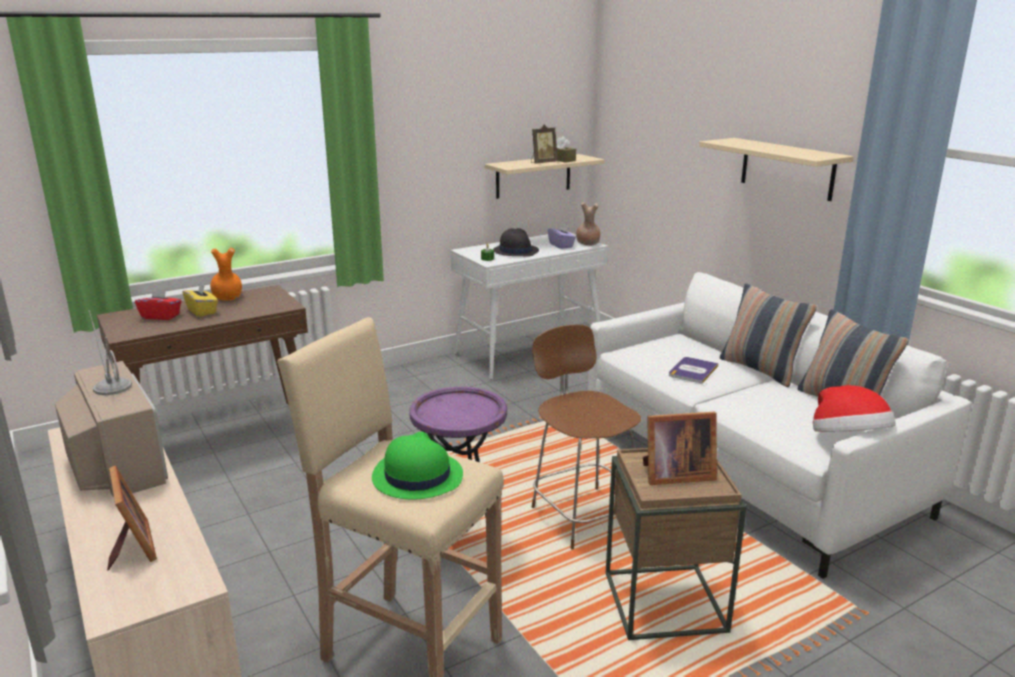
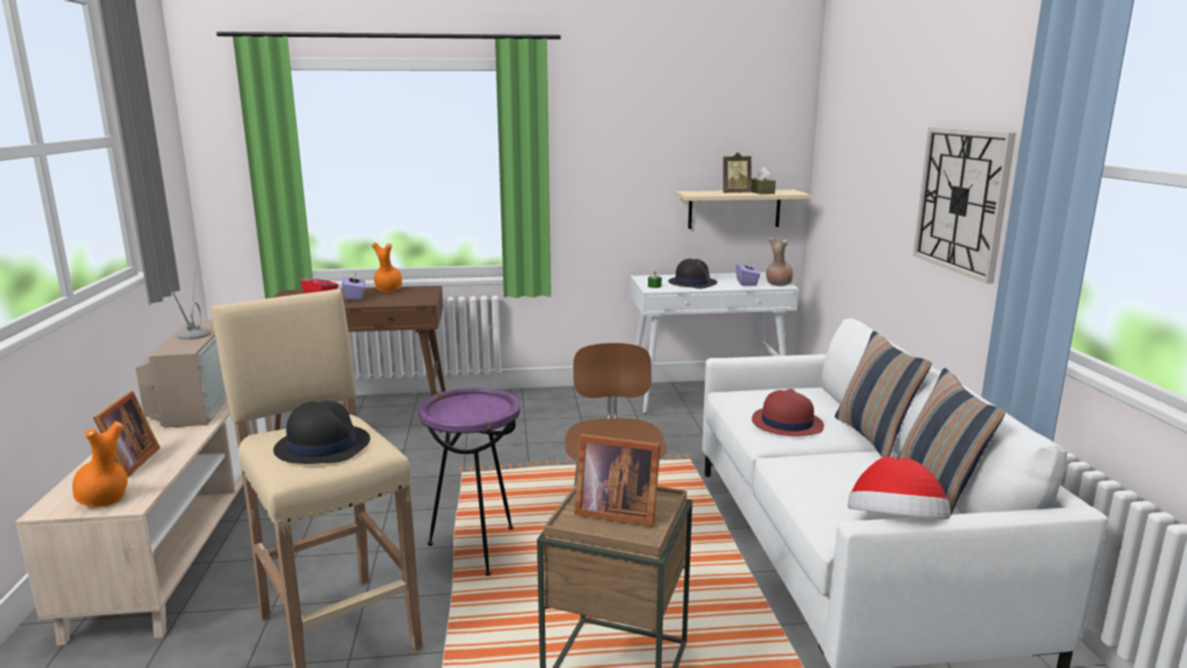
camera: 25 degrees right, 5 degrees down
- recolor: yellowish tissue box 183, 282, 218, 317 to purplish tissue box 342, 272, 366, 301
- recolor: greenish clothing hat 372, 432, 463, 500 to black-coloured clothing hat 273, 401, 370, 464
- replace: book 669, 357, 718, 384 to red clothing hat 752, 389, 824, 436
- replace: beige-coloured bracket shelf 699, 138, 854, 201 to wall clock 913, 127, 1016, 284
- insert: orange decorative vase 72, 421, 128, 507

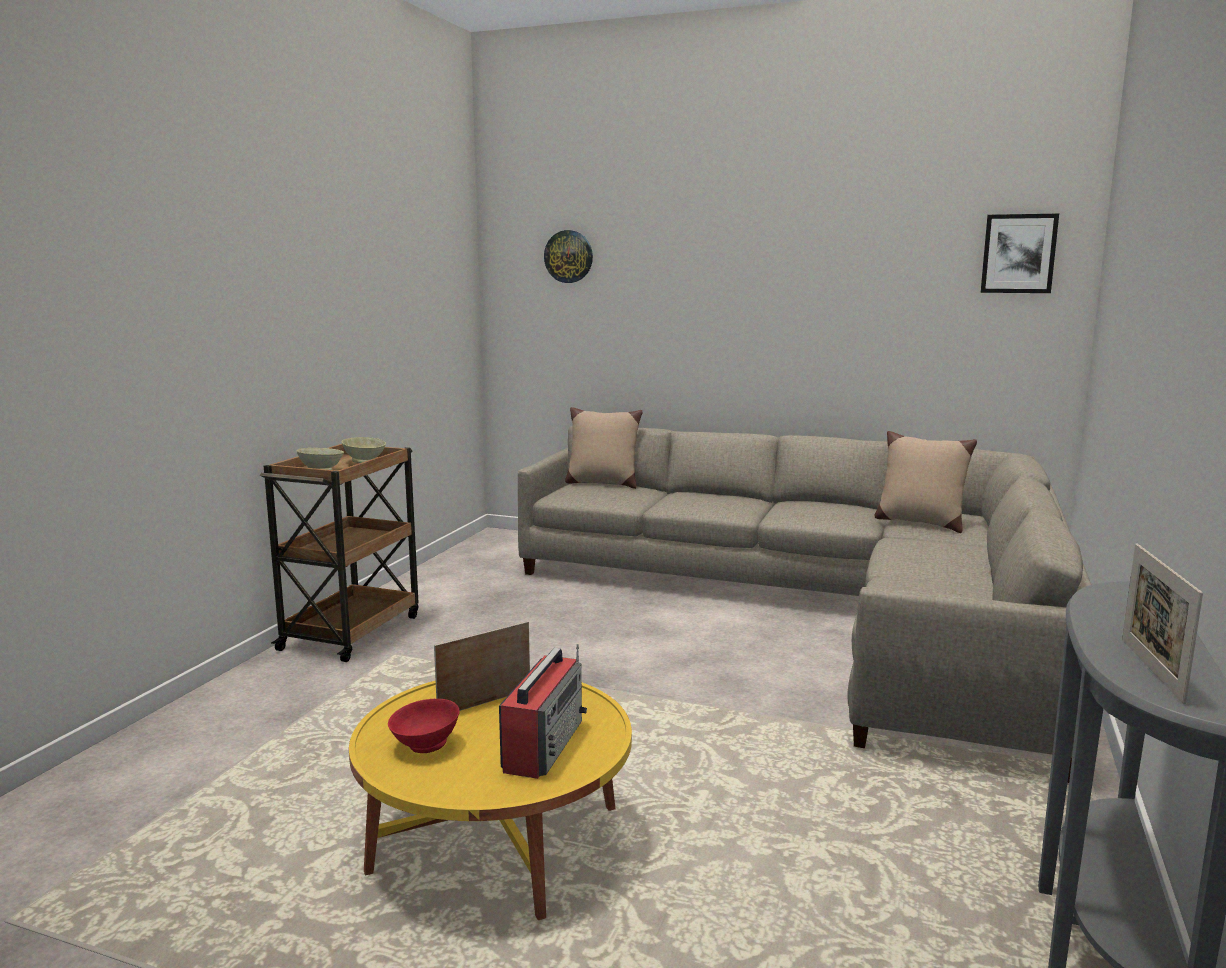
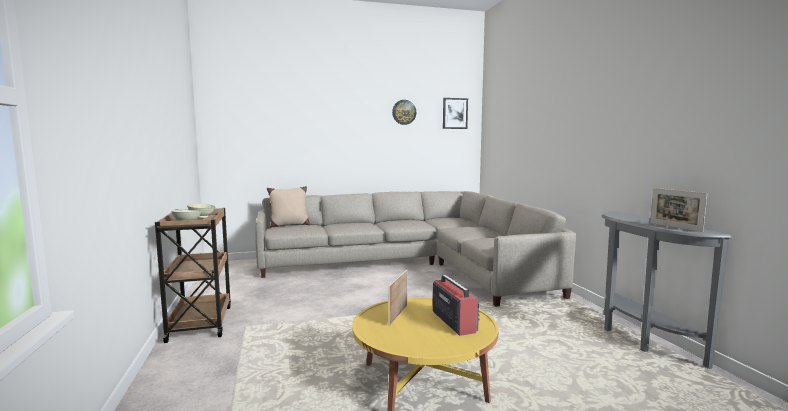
camera: 35 degrees left, 5 degrees down
- delete: red serving bowl 388, 699, 460, 753
- move: wall clock 544, 230, 593, 283 to 392, 100, 416, 125
- delete: beige-coloured throw pillow 875, 431, 977, 533

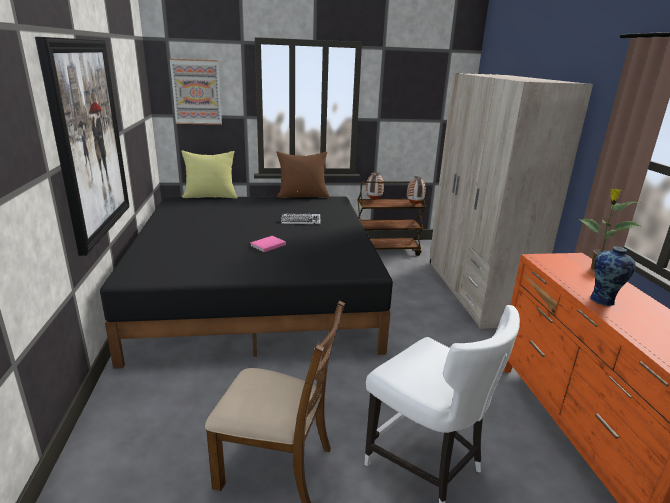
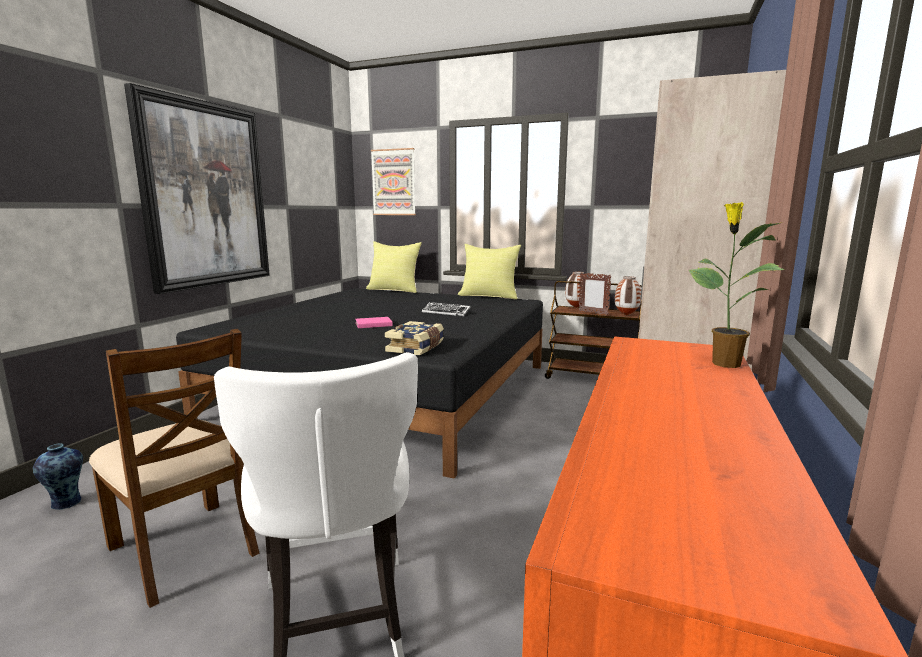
camera: 30 degrees right, 10 degrees down
- recolor: brown throw pillow 276, 151, 330, 198 to yellowish throw pillow 458, 244, 521, 300
- move: decorative vase 590, 246, 635, 306 to 33, 443, 83, 510
- insert: book 385, 321, 444, 355
- insert: picture frame 579, 273, 612, 315

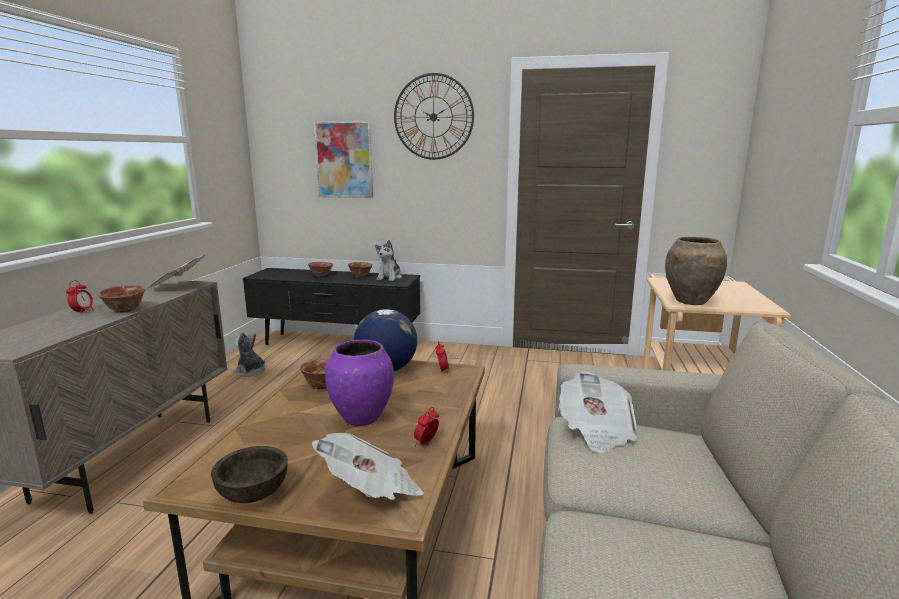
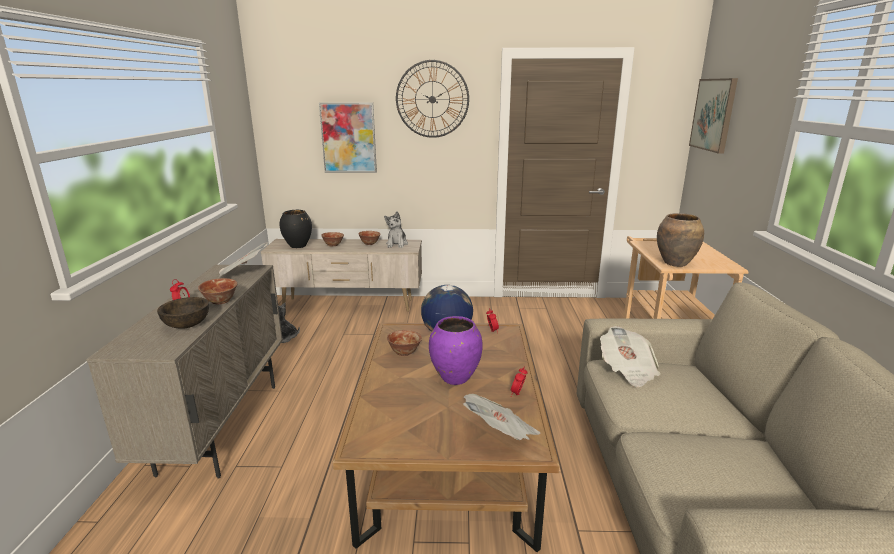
camera: 10 degrees left, 5 degrees up
- move: brown serving bowl 211, 446, 288, 503 to 157, 297, 209, 329
- recolor: black-coloured media console 243, 268, 420, 345 to beige-coloured media console 261, 239, 422, 312
- insert: black-coloured decorative vase 280, 210, 312, 248
- insert: wall art 689, 78, 738, 154

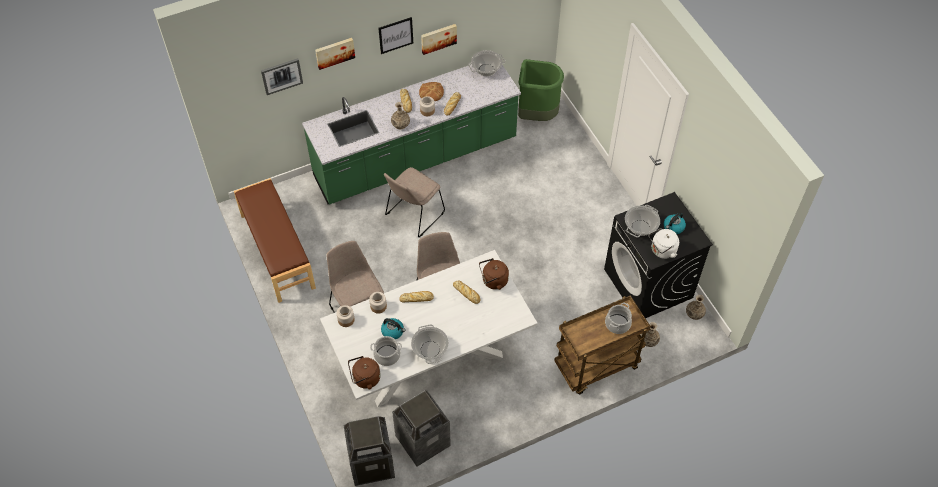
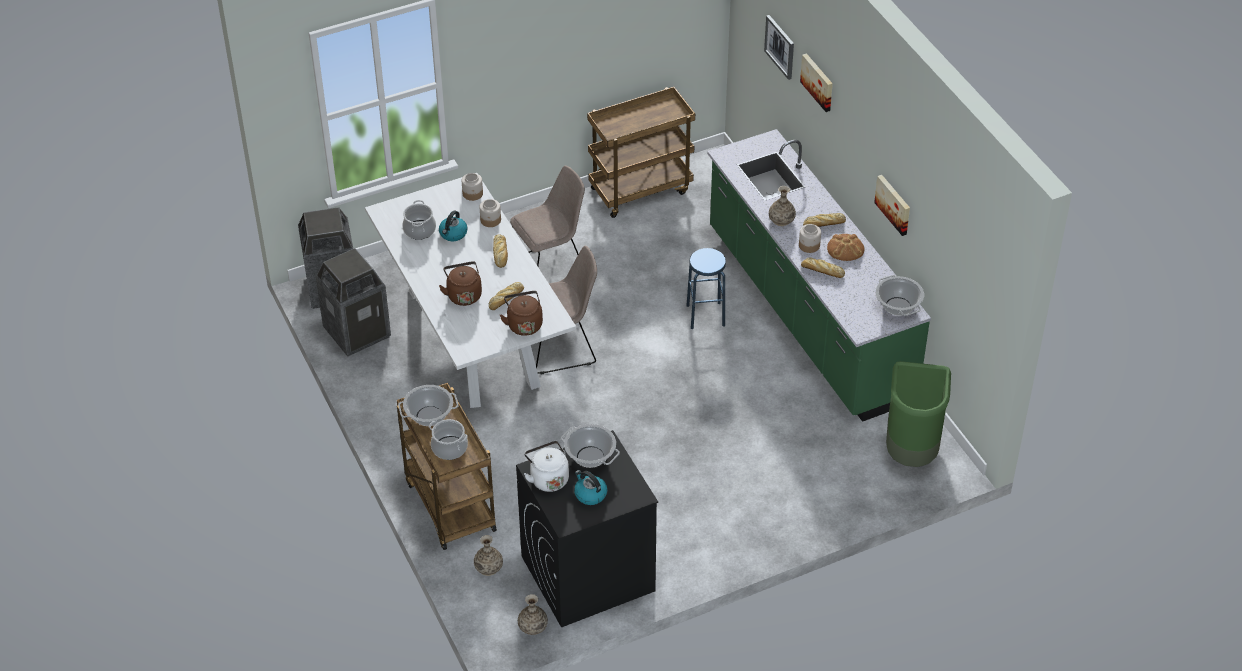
camera: 90 degrees right, 10 degrees down
- replace: brown long seat 234, 178, 316, 303 to brown wheeled cart 587, 87, 695, 218
- move: brown tea kettle 348, 356, 381, 390 to 439, 261, 482, 306
- delete: wall art 378, 17, 413, 54
- replace: beige-coloured chair 384, 167, 445, 237 to blue stool seat 686, 248, 726, 329
- move: cooking pot 411, 324, 449, 364 to 398, 385, 458, 426

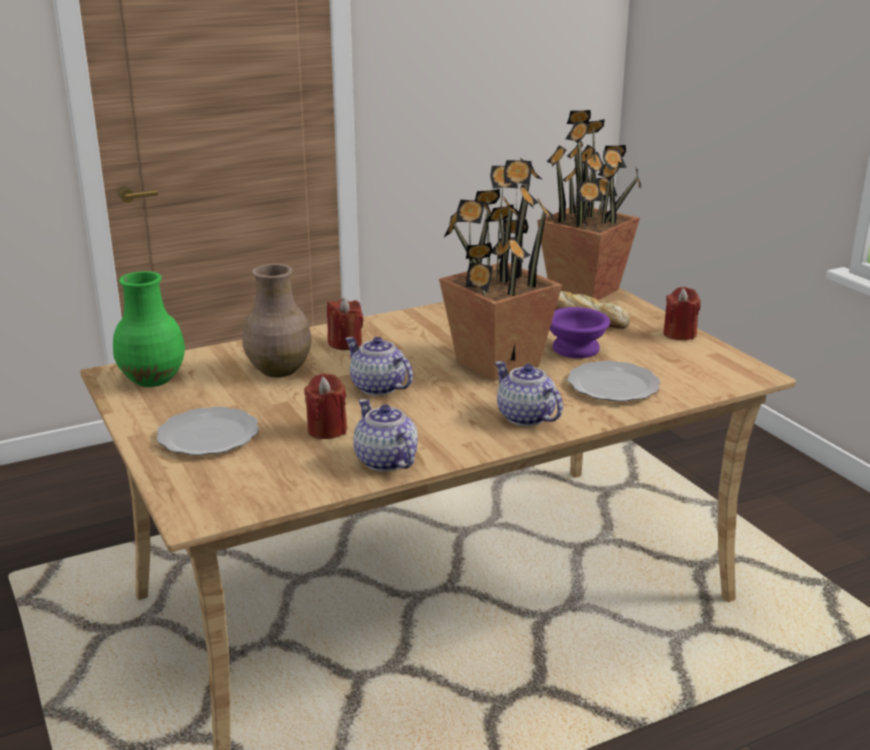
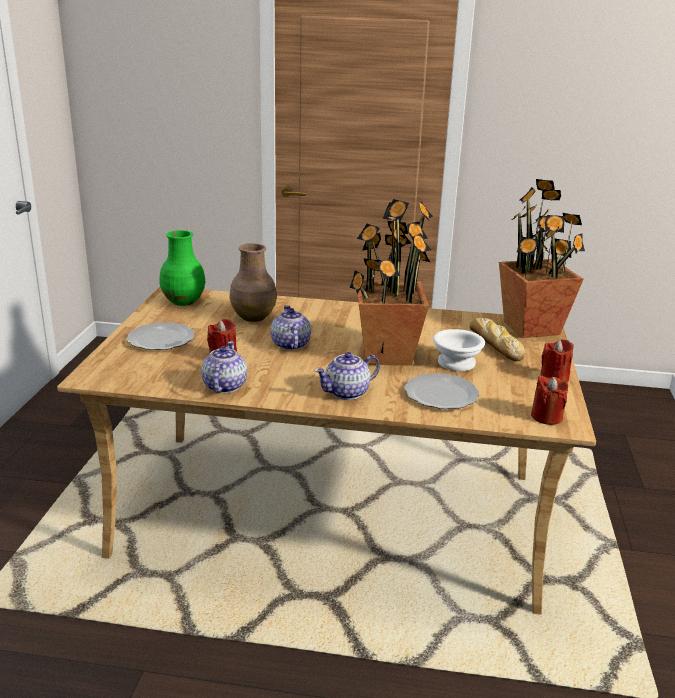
camera: 35 degrees right, 0 degrees up
- move: red wax candle 327, 298, 364, 350 to 531, 375, 568, 425
- rotate: pot for tea 495, 361, 563, 426 = 315, 352, 380, 400 120 degrees counterclockwise
- recolor: purplish serving bowl 550, 307, 610, 358 to white serving bowl 433, 329, 485, 371

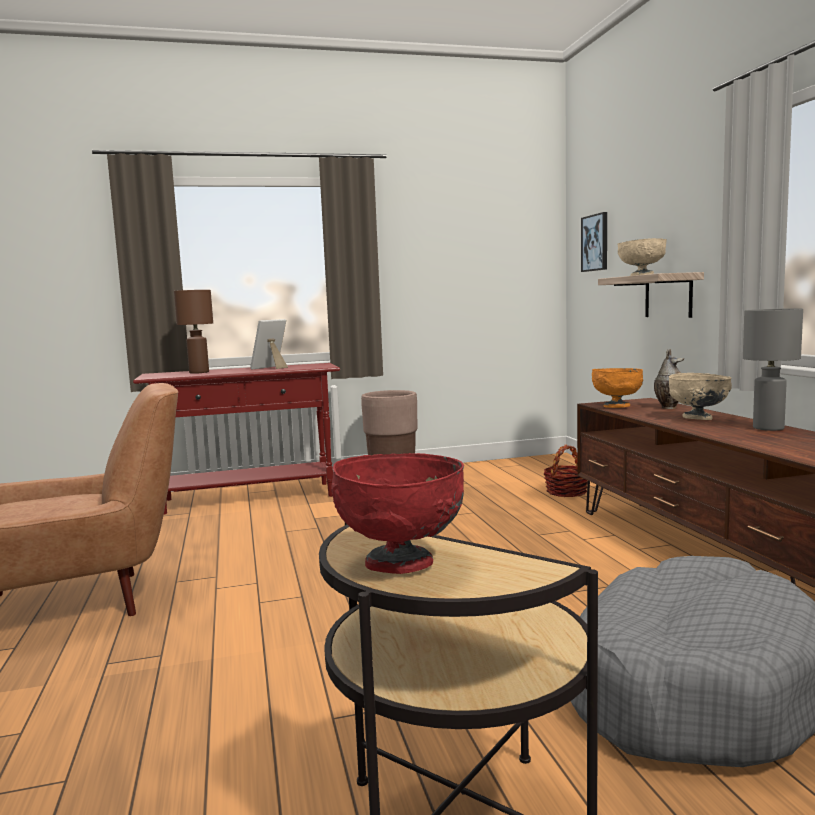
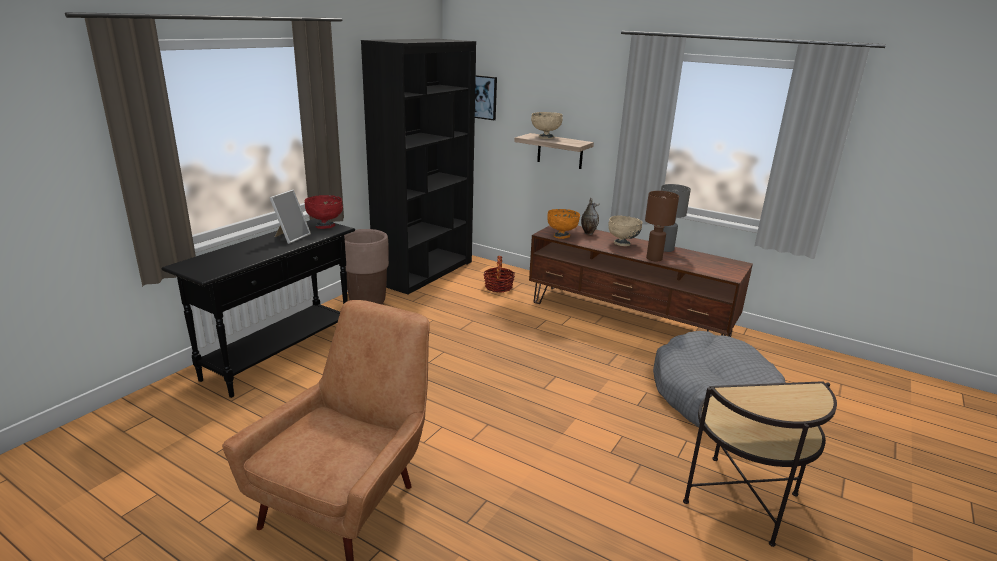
camera: 45 degrees left, 15 degrees up
- recolor: red hall table 133, 363, 340, 514 to black-coloured hall table 162, 219, 355, 398
- move: brown lamp for a table 174, 290, 213, 374 to 645, 191, 679, 261
- rotate: picture frame 250, 319, 288, 370 = 270, 190, 311, 244 150 degrees counterclockwise
- move: red serving bowl 331, 453, 464, 574 to 304, 195, 343, 229
- insert: black-coloured bookshelf 361, 39, 476, 294

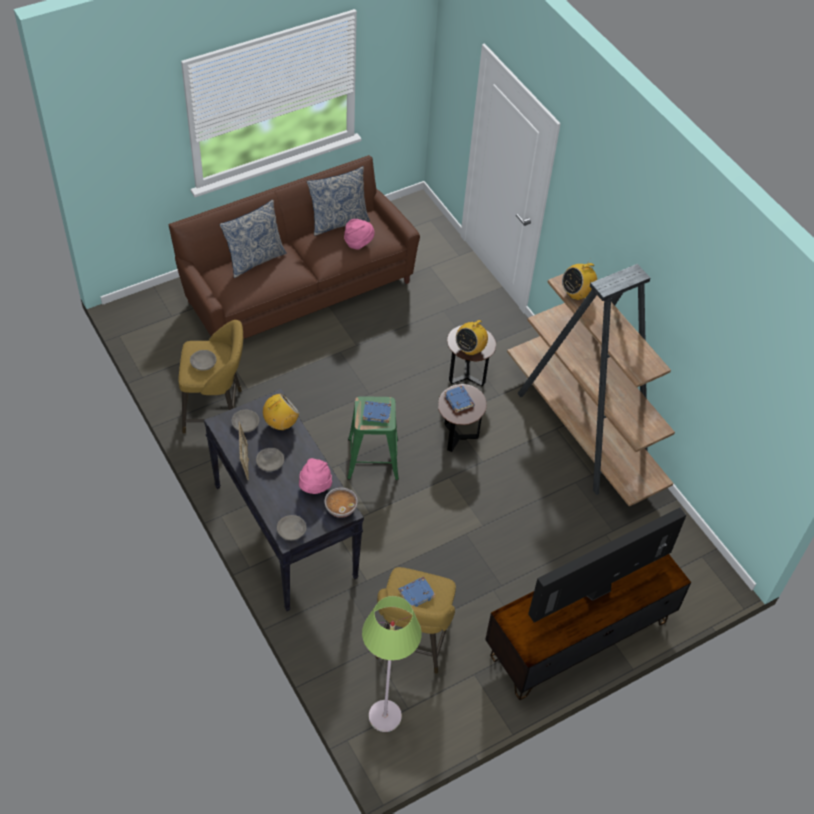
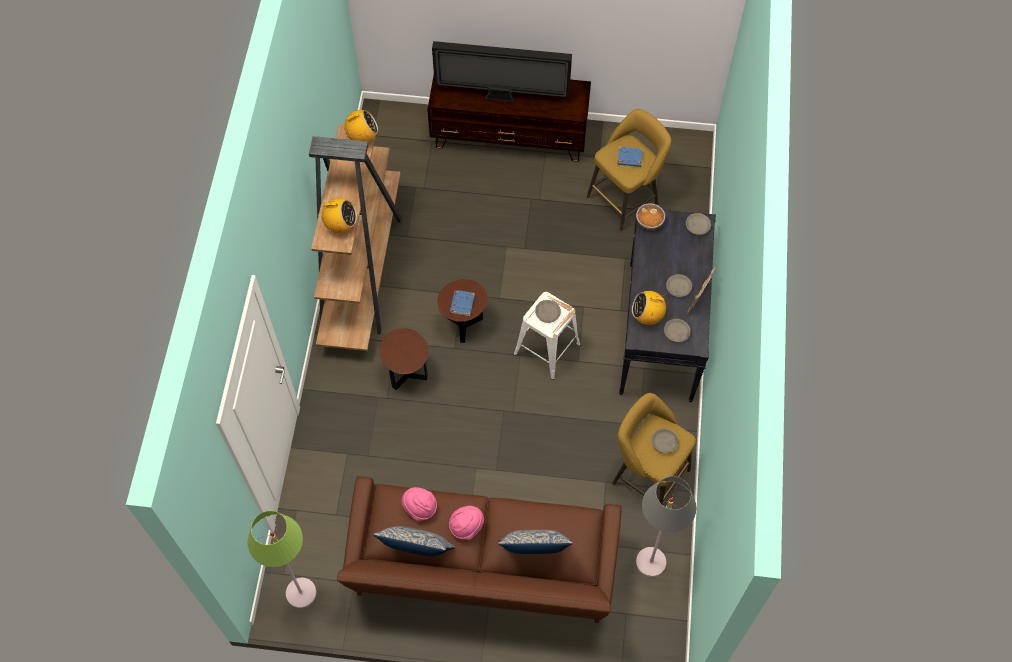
camera: 140 degrees left, 10 degrees up
- move: pink clothing hat 299, 458, 332, 494 to 449, 506, 484, 540
- recolor: greenish stool seat 347, 396, 399, 481 to white stool seat 514, 292, 580, 380
- move: greenish standing lamp 362, 596, 422, 732 to 248, 511, 316, 608
- replace: blue book 363, 401, 391, 423 to grey serving bowl 535, 300, 561, 323
- move: radio 456, 318, 488, 355 to 344, 110, 378, 142
- insert: grey standing lamp 636, 476, 696, 577

